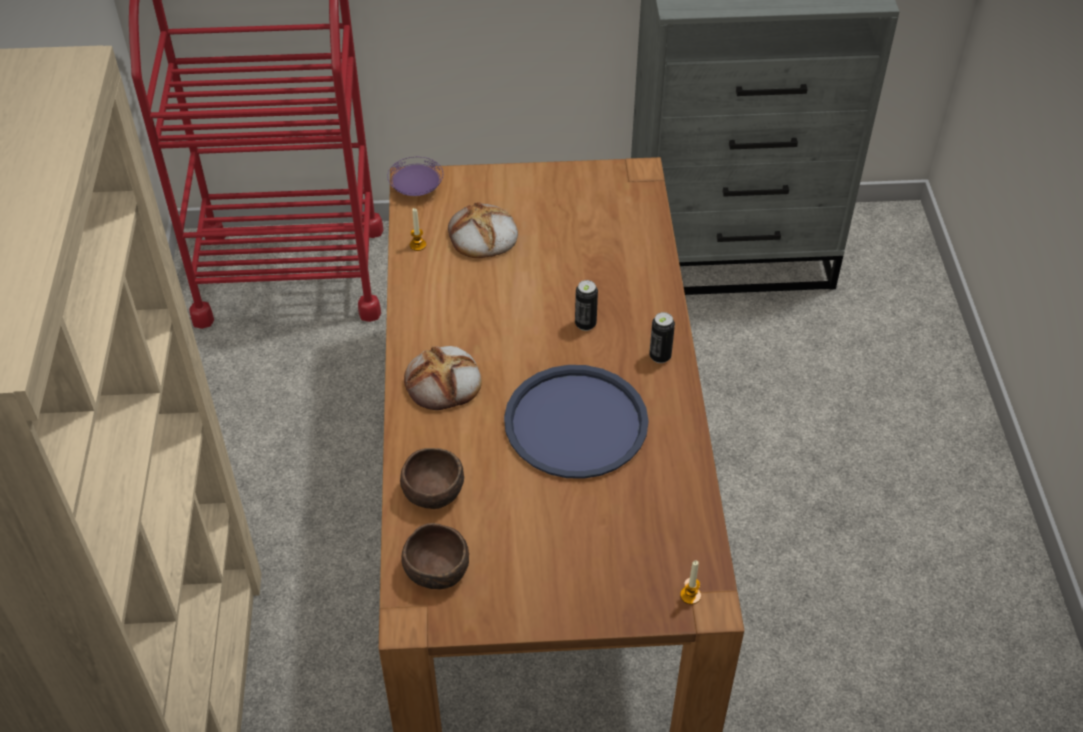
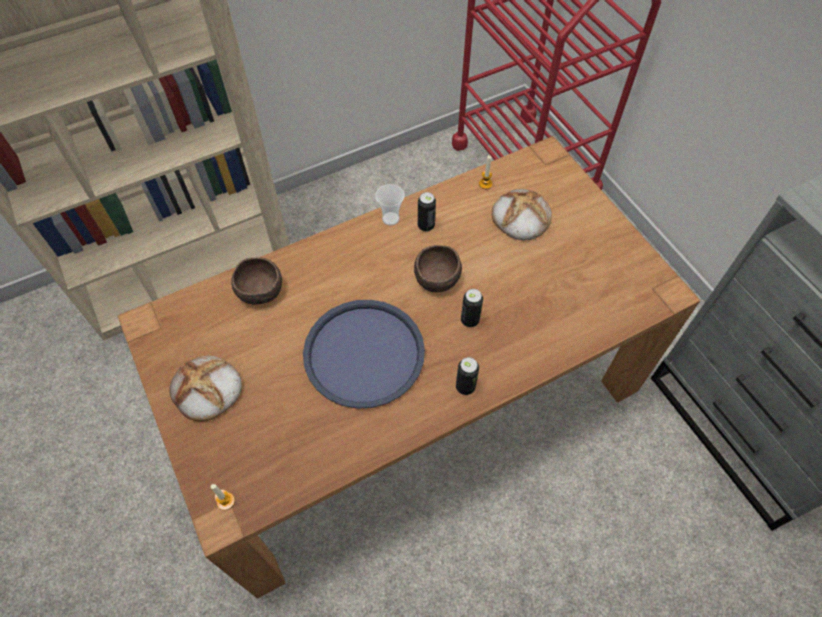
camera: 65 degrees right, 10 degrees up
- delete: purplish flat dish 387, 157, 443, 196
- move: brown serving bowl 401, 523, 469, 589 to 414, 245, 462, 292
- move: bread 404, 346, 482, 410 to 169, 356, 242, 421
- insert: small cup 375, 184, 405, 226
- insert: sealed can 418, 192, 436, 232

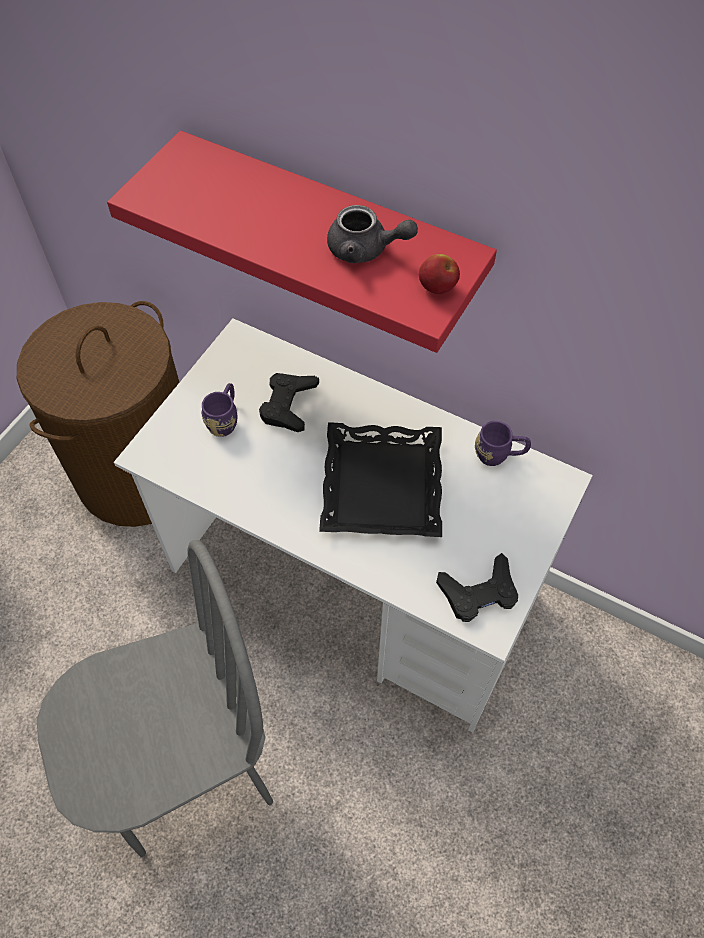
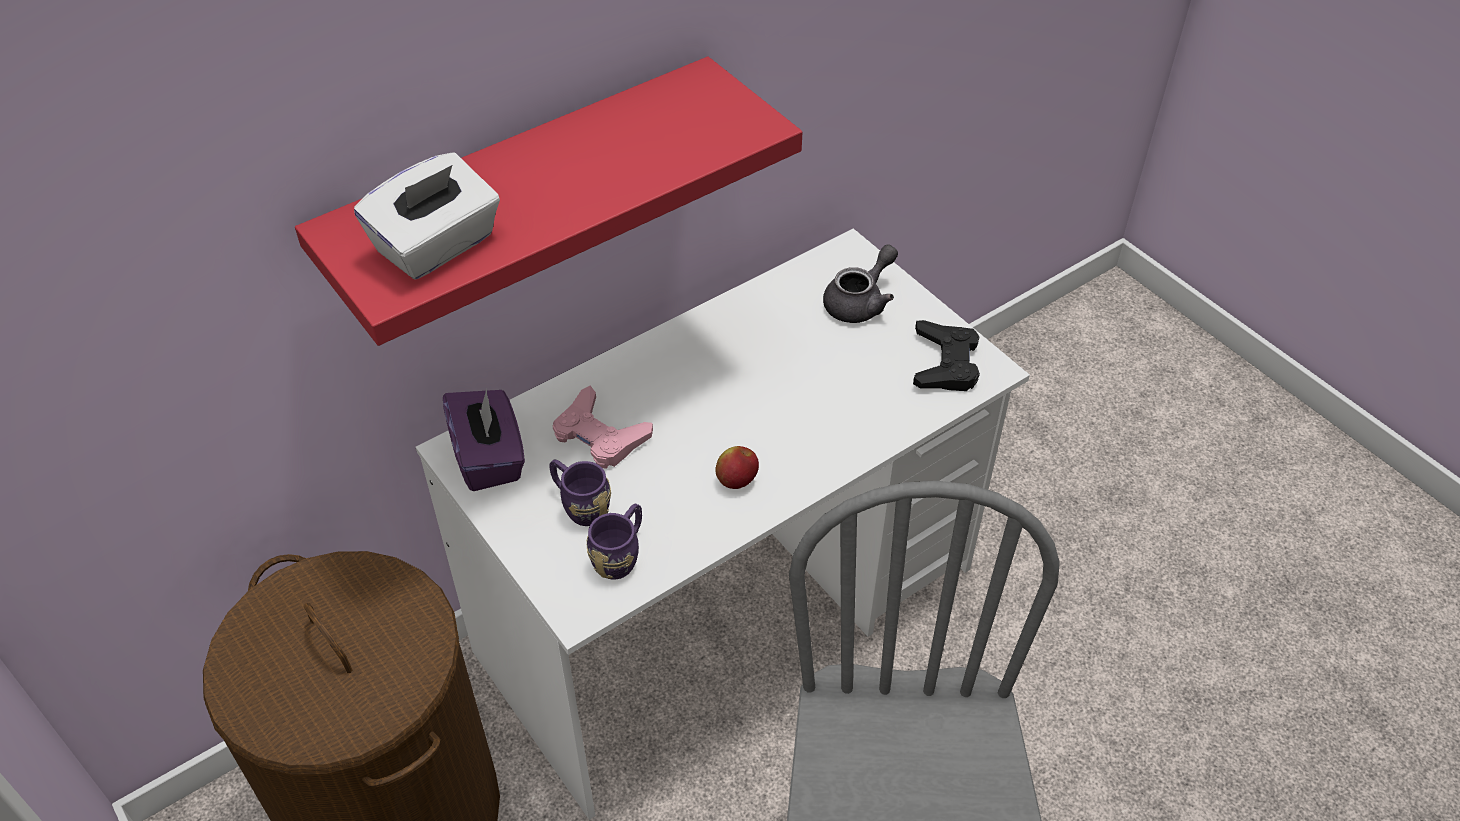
camera: 65 degrees left, 10 degrees down
- recolor: black-coloured game controller 259, 373, 319, 432 to pink game controller 552, 386, 653, 469
- delete: black-coloured tray 319, 422, 442, 537
- move: grey pot for tea 327, 205, 418, 263 to 823, 244, 898, 323
- move: apple fruit 419, 254, 460, 294 to 715, 446, 759, 489
- move: purplish mug 475, 421, 531, 466 to 587, 503, 642, 580
- insert: white tissue box 354, 152, 500, 280
- insert: purplish tissue box 443, 389, 525, 491

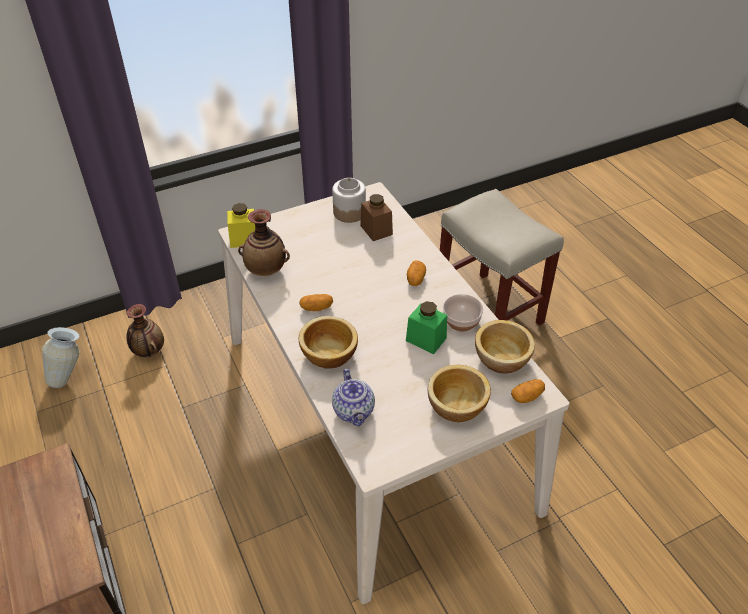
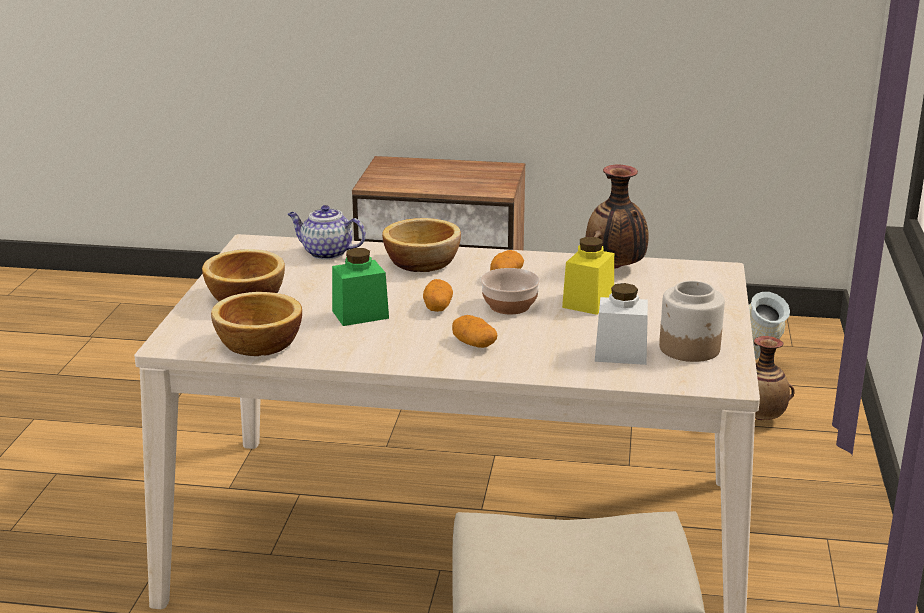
camera: 125 degrees right, 20 degrees down
- move: yellowish storage jar 227, 203, 255, 248 to 562, 237, 614, 315
- recolor: brown storage jar 360, 194, 393, 241 to white storage jar 595, 283, 648, 365
- move: serving bowl 443, 294, 483, 331 to 481, 268, 540, 314
- move: potato 511, 379, 545, 403 to 423, 279, 453, 312

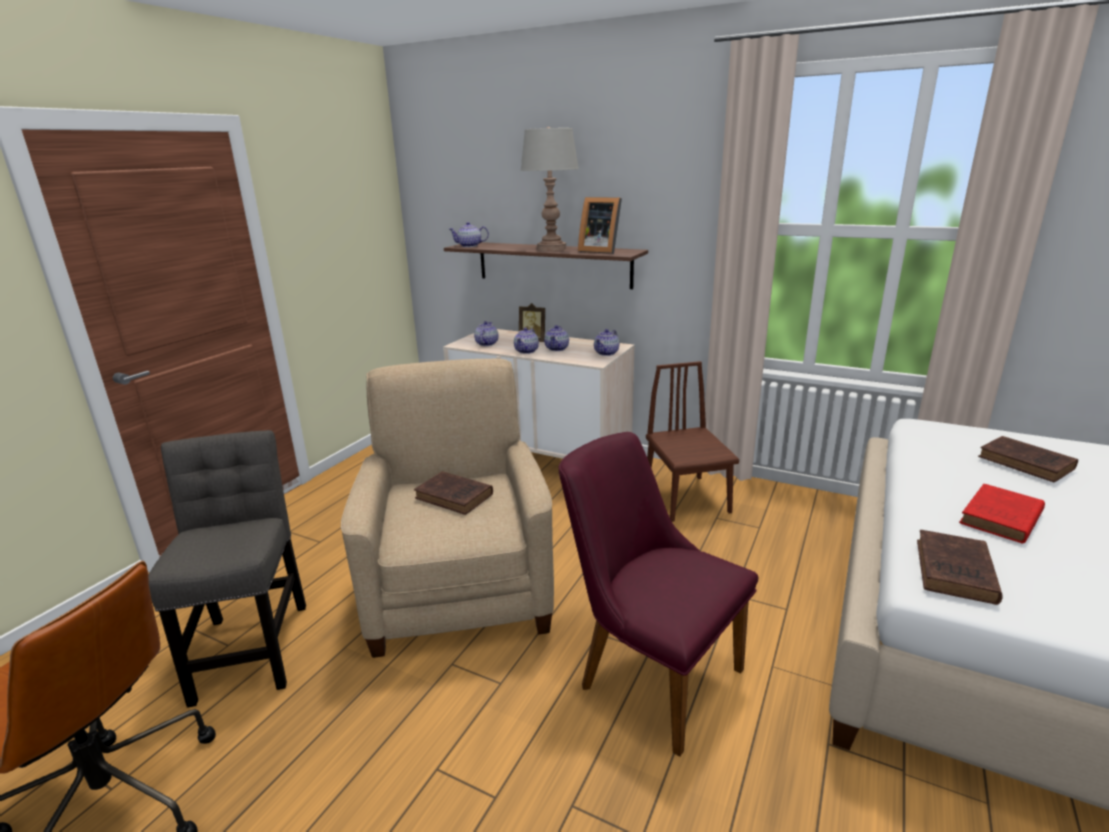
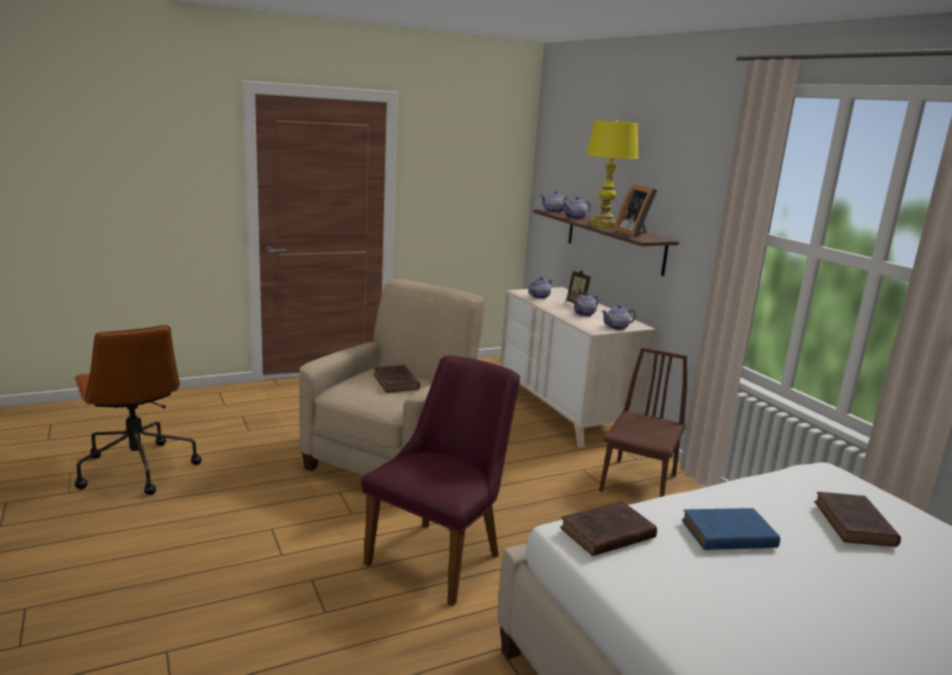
camera: 35 degrees right, 5 degrees down
- delete: grey chair 148, 430, 306, 708
- move: pot for tea 514, 328, 539, 354 to 562, 197, 591, 220
- recolor: grey lamp for a table 520, 127, 579, 251 to yellowish lamp for a table 586, 120, 639, 228
- rotate: purplish chair 559, 432, 759, 757 = 361, 355, 520, 606 45 degrees clockwise
- recolor: red book 959, 484, 1045, 544 to blue book 682, 508, 780, 550

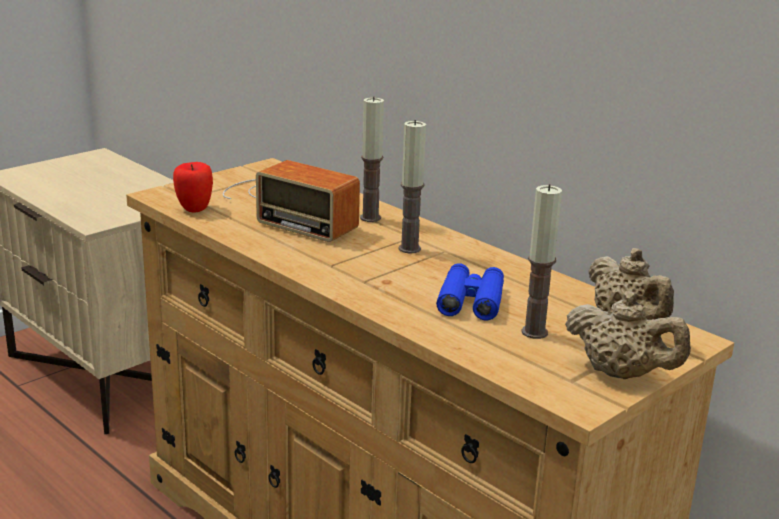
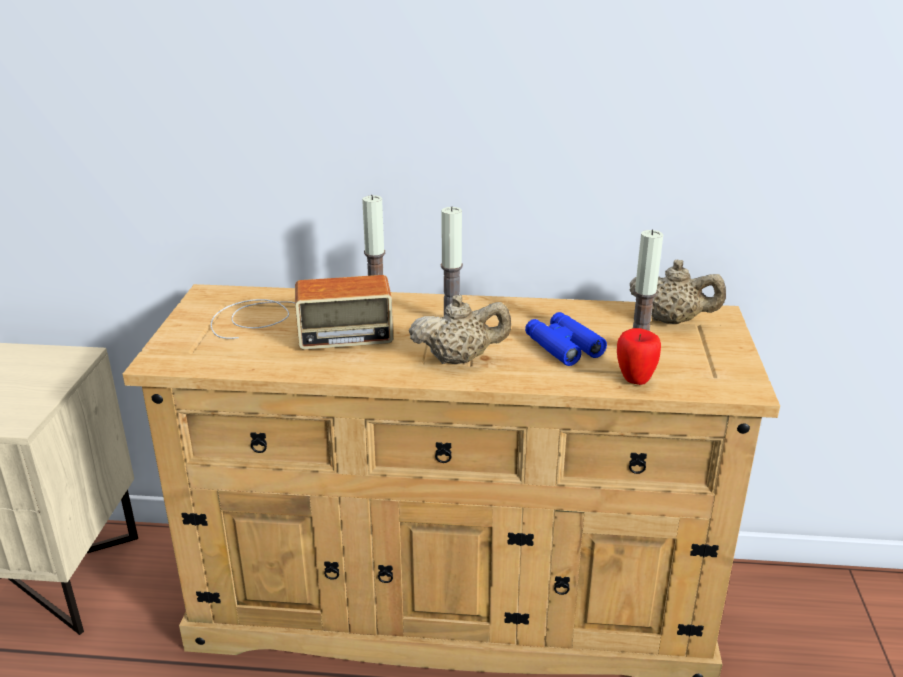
camera: 40 degrees left, 5 degrees up
- move: apple fruit 173, 162, 213, 213 to 617, 328, 661, 385
- move: beige-coloured pot for tea 565, 291, 691, 379 to 409, 295, 511, 364

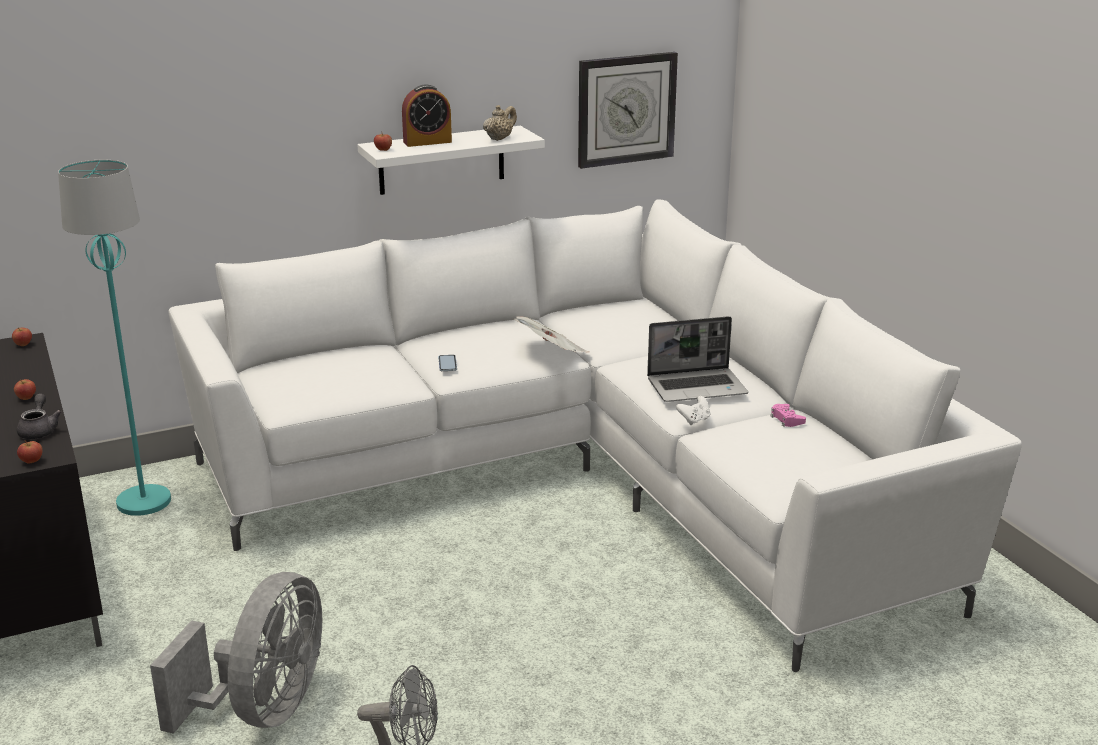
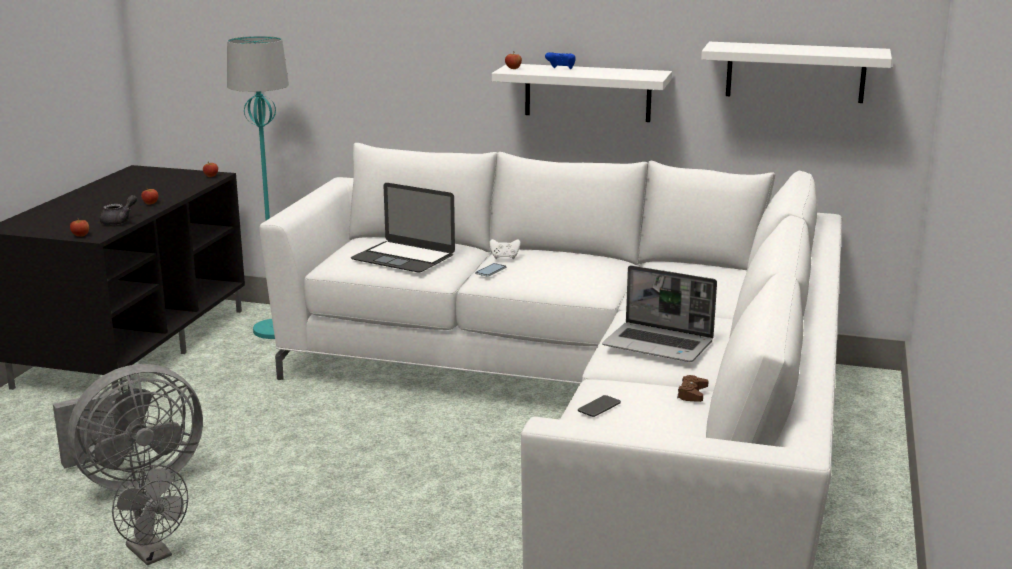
camera: 40 degrees right, 5 degrees down
- replace: alarm clock 402, 84, 452, 147 to blue game controller 545, 52, 576, 69
- delete: beige-coloured pot for tea 483, 105, 517, 141
- delete: newspaper 514, 316, 590, 352
- replace: wall clock 578, 52, 678, 169 to white bracket shelf 701, 42, 892, 103
- move: white game controller 676, 396, 710, 425 to 489, 239, 521, 259
- recolor: pink game controller 771, 404, 806, 427 to brown game controller 677, 375, 709, 402
- insert: notebook computer 351, 183, 455, 273
- insert: handset 578, 395, 621, 417

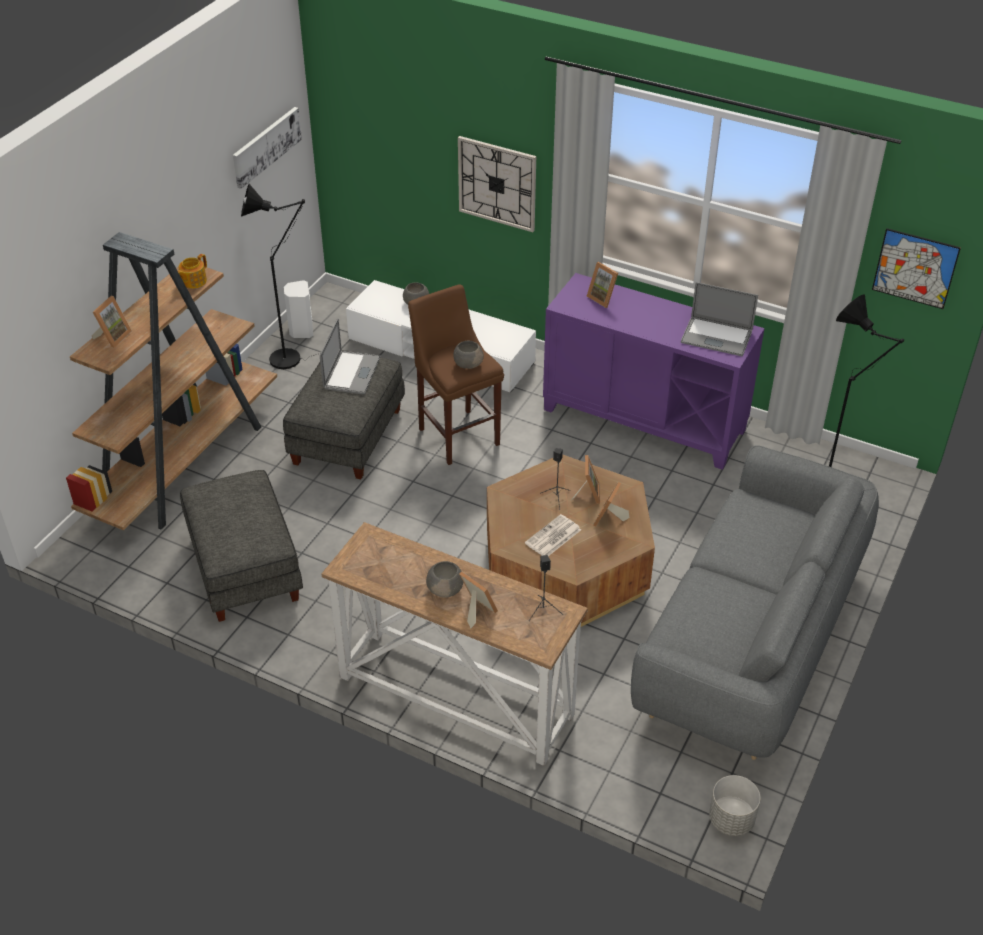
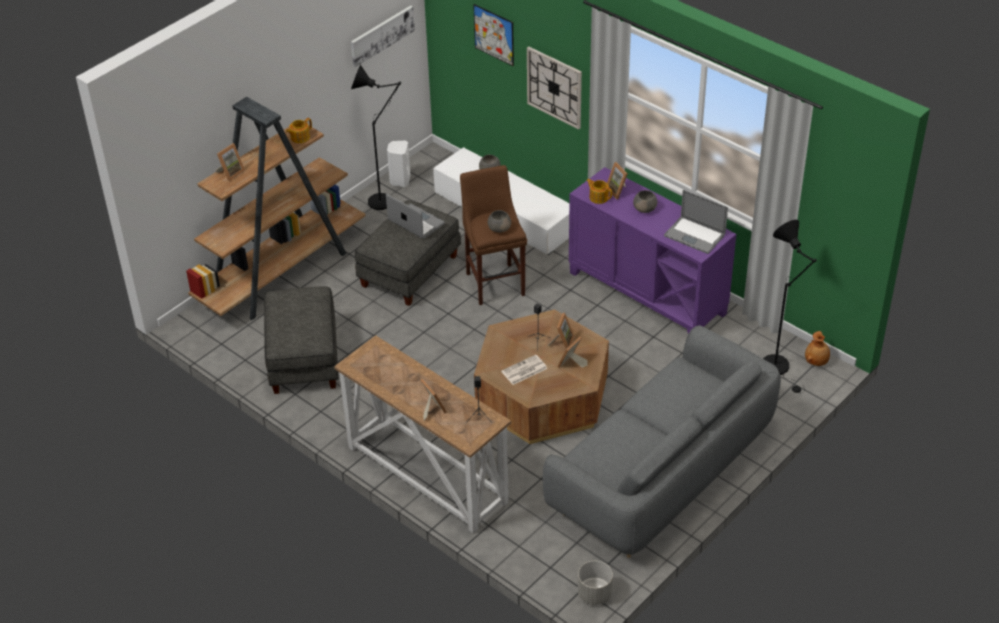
camera: 15 degrees right, 0 degrees up
- rotate: notebook computer 320, 318, 381, 394 = 386, 194, 445, 239 75 degrees counterclockwise
- move: grey serving bowl 426, 561, 463, 598 to 633, 190, 657, 213
- move: wall art 872, 228, 961, 309 to 473, 4, 514, 66
- insert: pot for tea 586, 179, 612, 204
- insert: brown decorative vase 805, 331, 830, 366

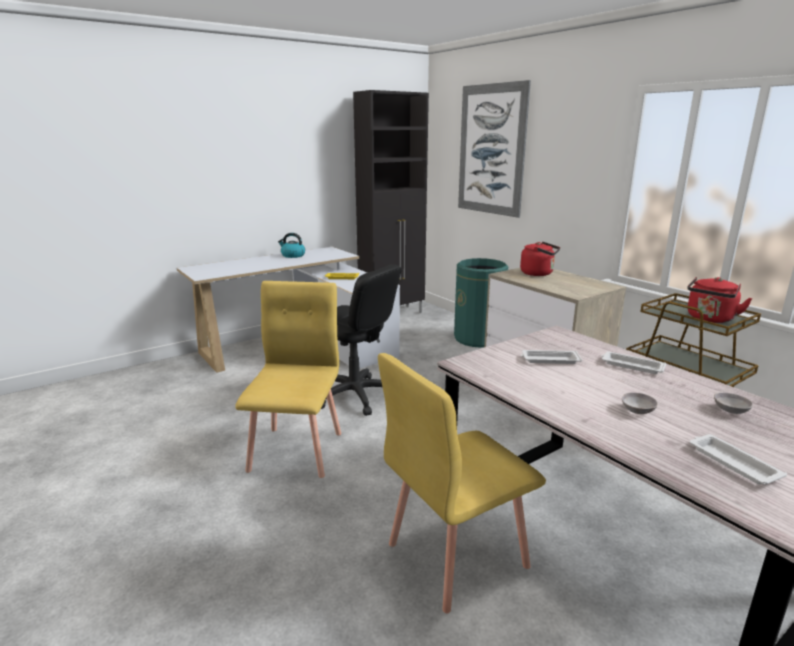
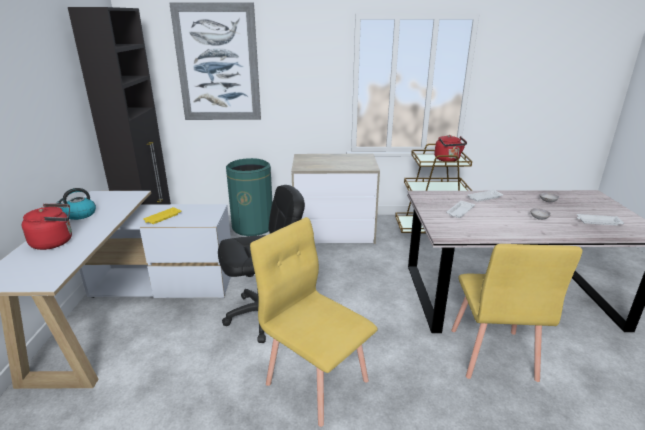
camera: 55 degrees left, 5 degrees up
- move: red tea kettle 520, 242, 560, 276 to 22, 204, 72, 250

